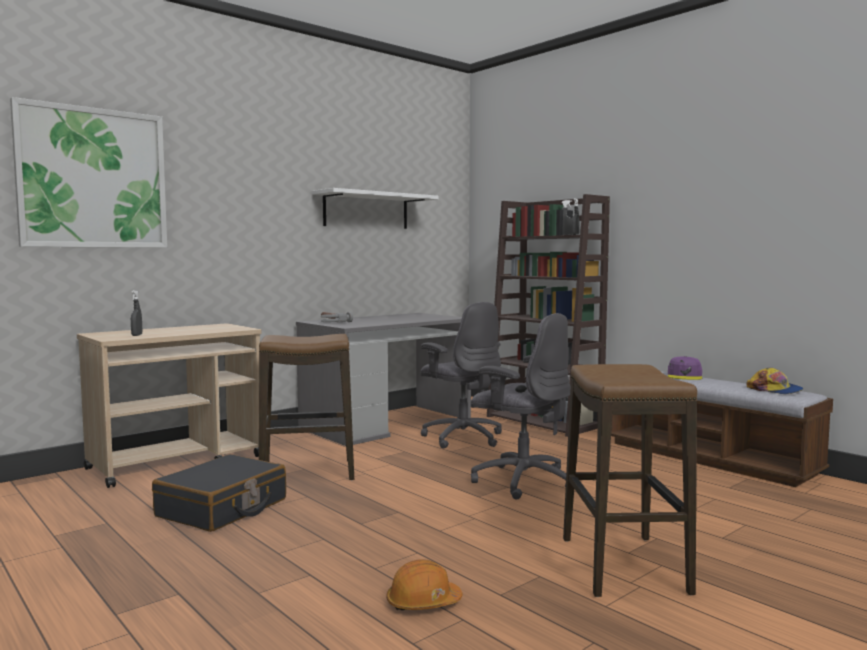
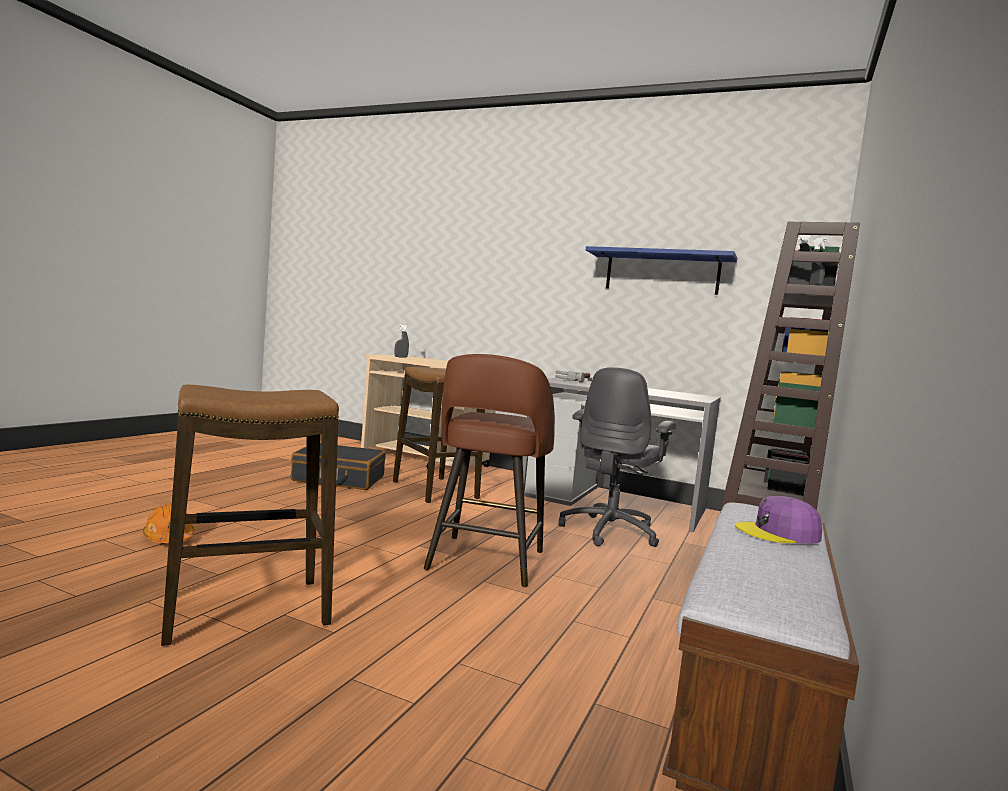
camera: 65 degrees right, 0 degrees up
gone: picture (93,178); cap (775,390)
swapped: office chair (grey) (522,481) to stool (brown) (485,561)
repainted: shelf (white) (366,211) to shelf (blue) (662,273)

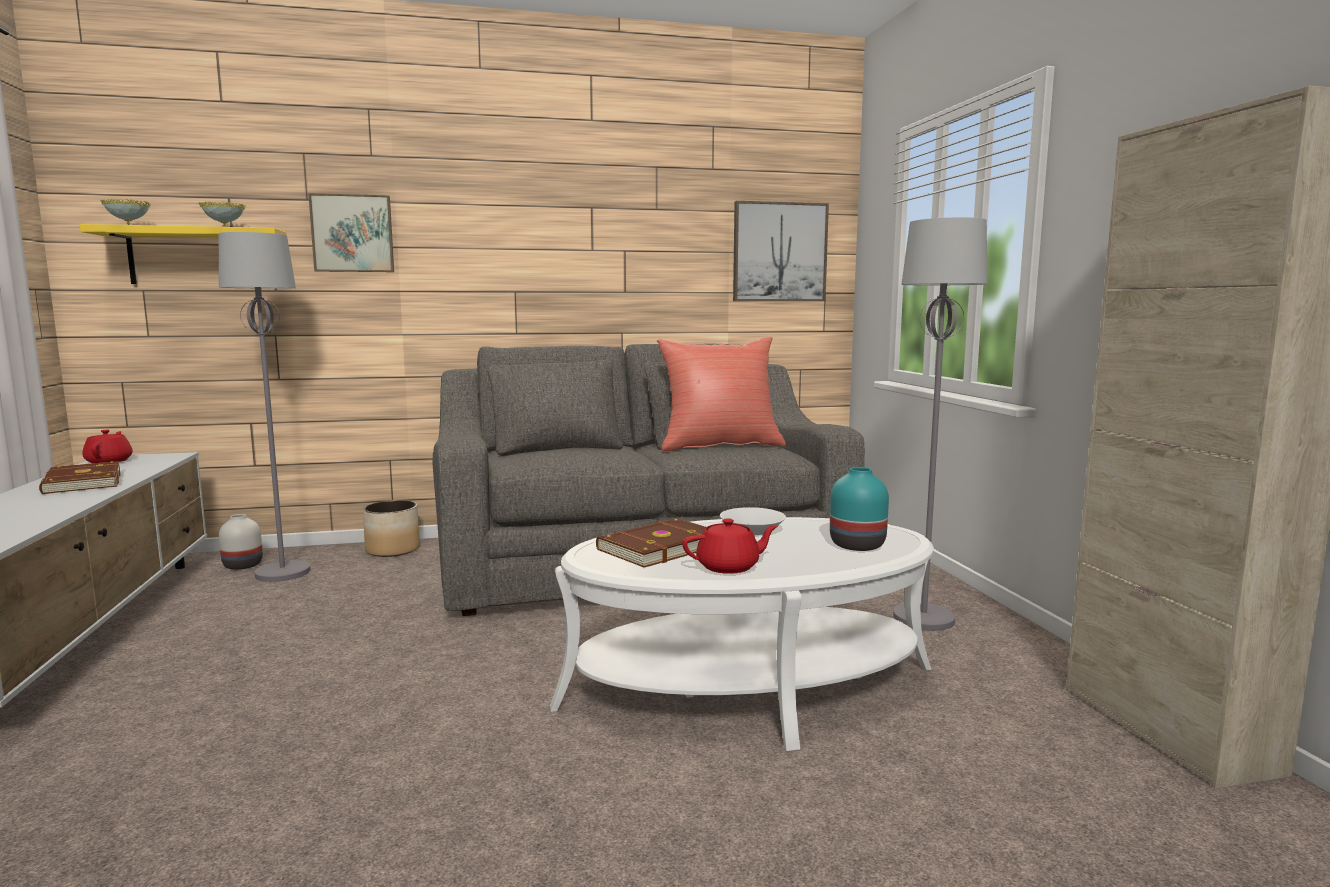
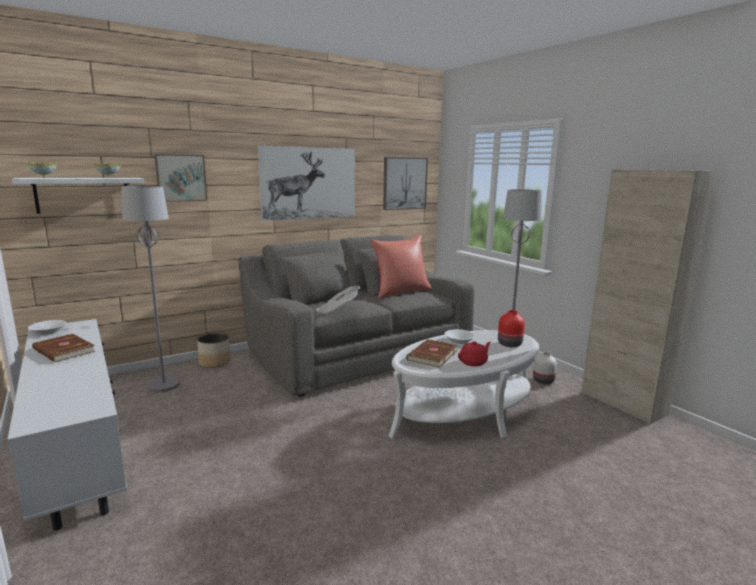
camera: 20 degrees left, 5 degrees up
new: picture (308,183); newspaper (337,311)
shifted: vase (white) (243,565) to (542,381)
swapped: teapot (red) (109,461) to bowl (white) (48,332)
repainted: shelf (yellow) (199,257) to shelf (white) (83,195); vase (turquoise) (856,545) to vase (red) (509,344)

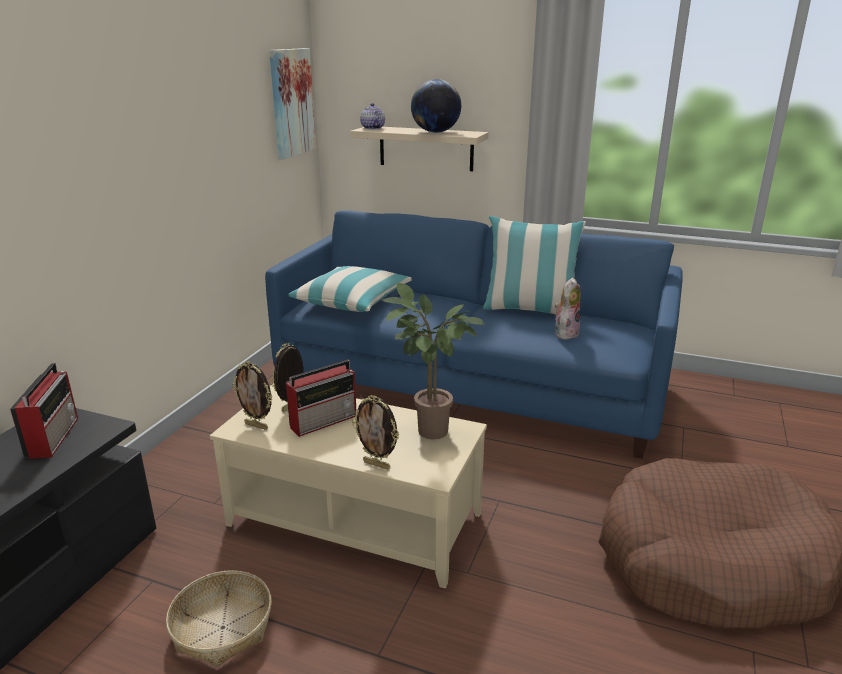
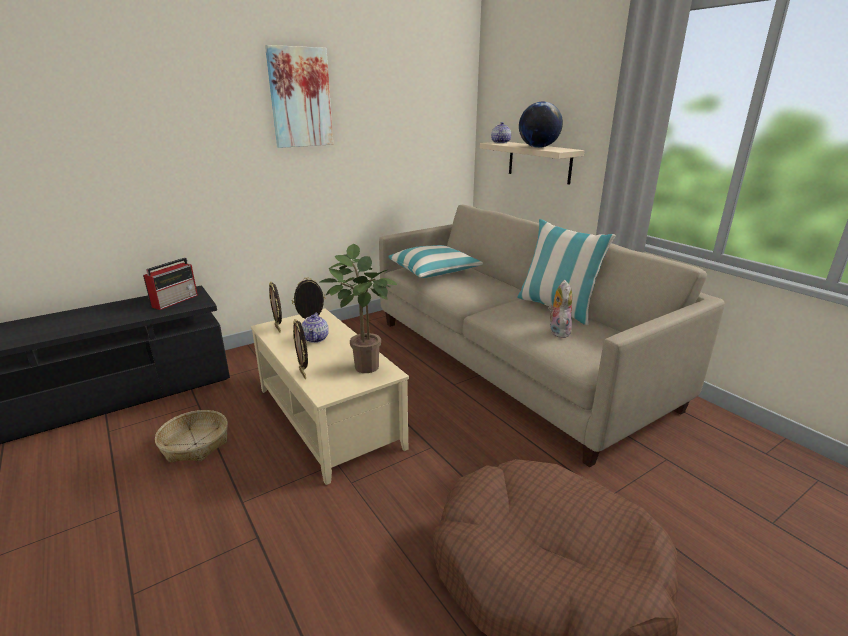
camera: 35 degrees right, 0 degrees up
shifted: picture (291,103) to (300,98)
swapped: radio (325,421) to teapot (316,338)
repainted: sofa (blue) (471,384) to sofa (beige) (512,361)
rotated: plush toy (565,333) = (557,331) 60 degrees counterclockwise

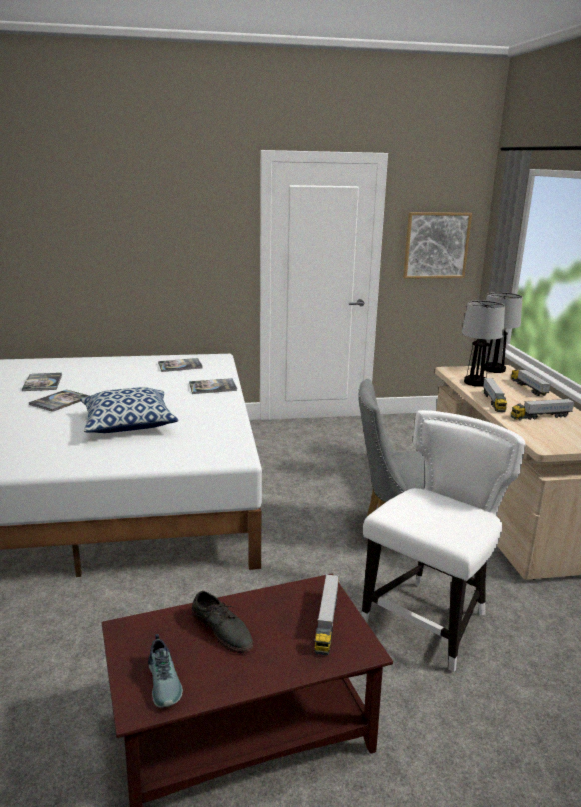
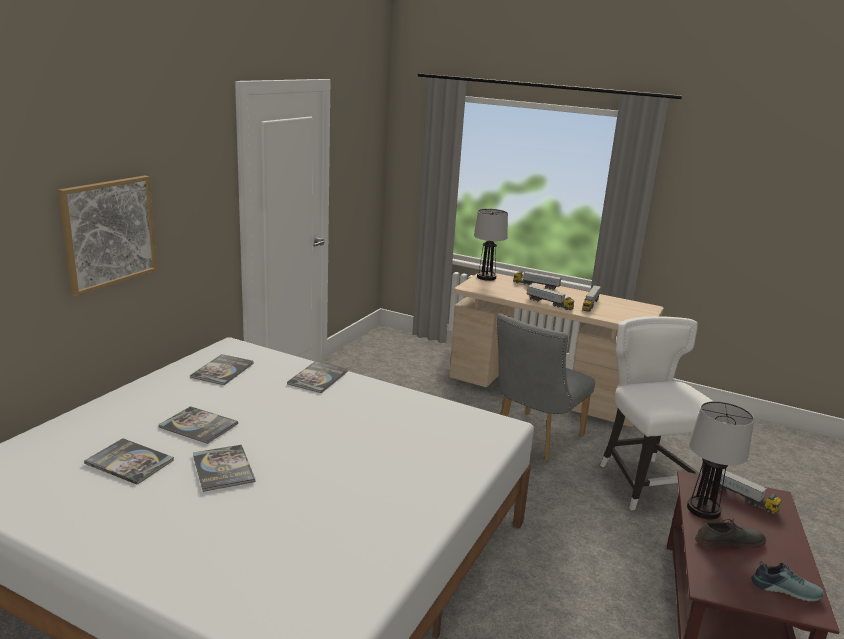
camera: 55 degrees left, 0 degrees up
gone: pillow (128,424)
new: book (198,426)
shifted: picture (436,245) to (109,232); table lamp (476,382) to (703,509)

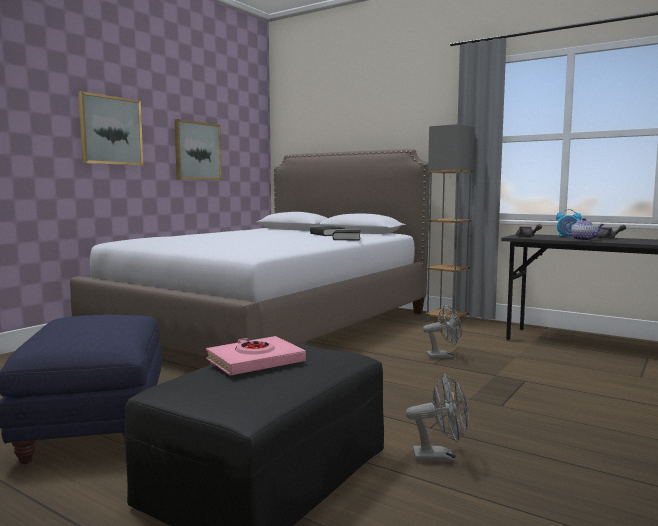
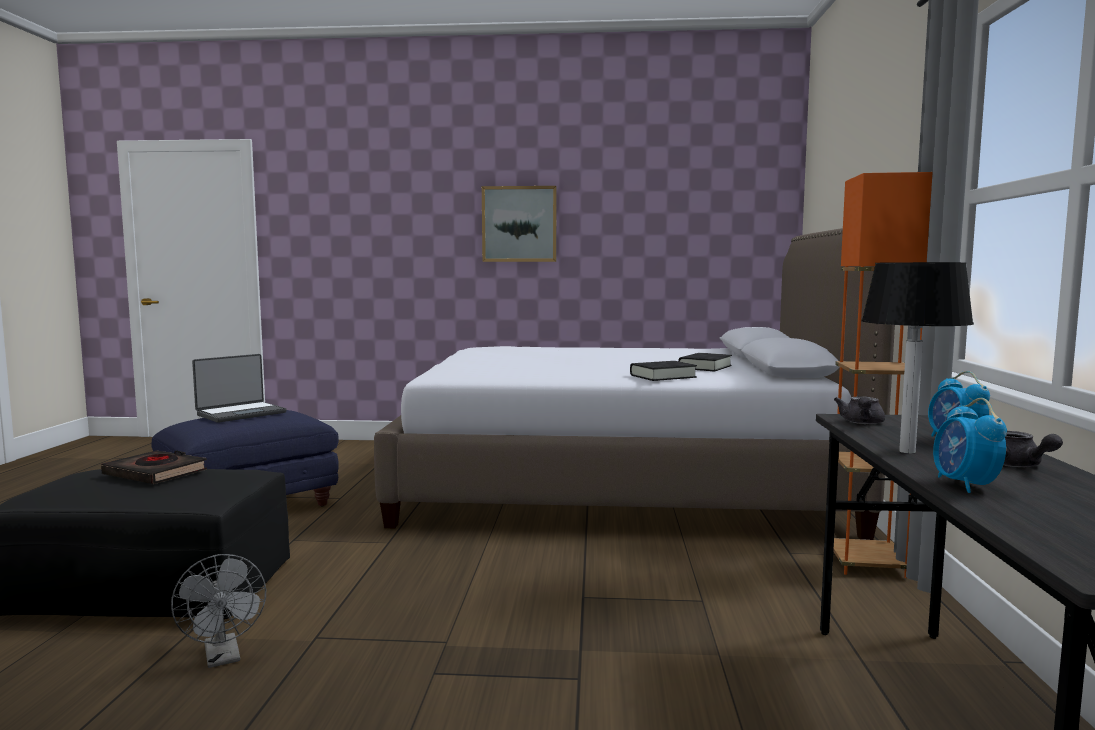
camera: 60 degrees right, 0 degrees up
gone: picture (197,151); fan (grey) (443,356)
new: laptop (241,413); alarm clock (965,485)
swapped: teapot (583,240) to table lamp (908,451)
repainted: book (pink) (255,362) to book (black) (156,473); floor lamp (grey) (446,319) to floor lamp (orange) (867,564)

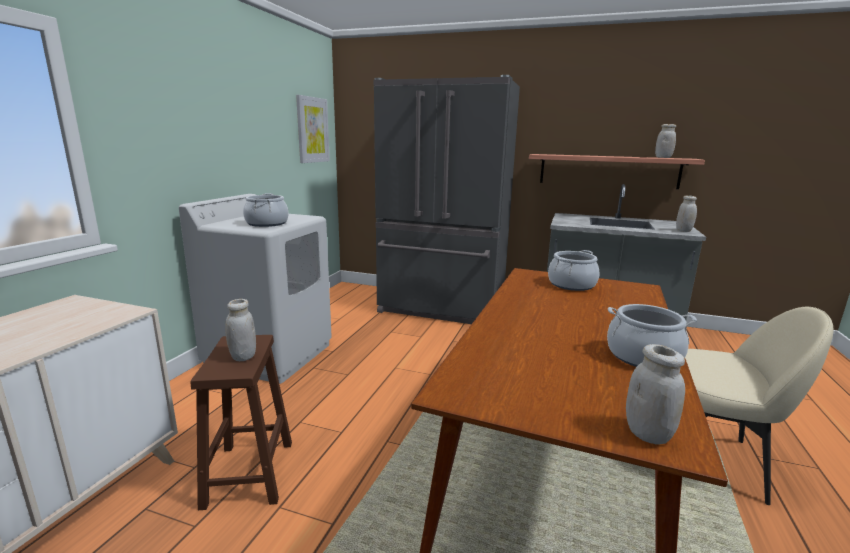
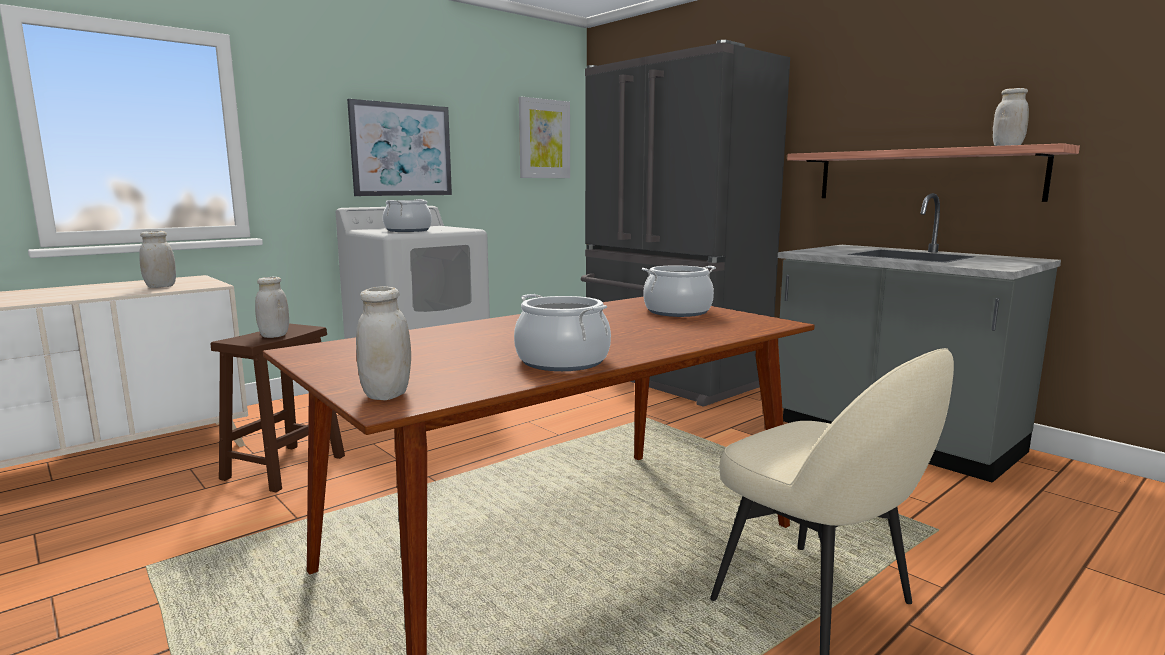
camera: 30 degrees right, 5 degrees down
new: picture (401,150)
shifted: jar (white) (683,231) to (160,286)

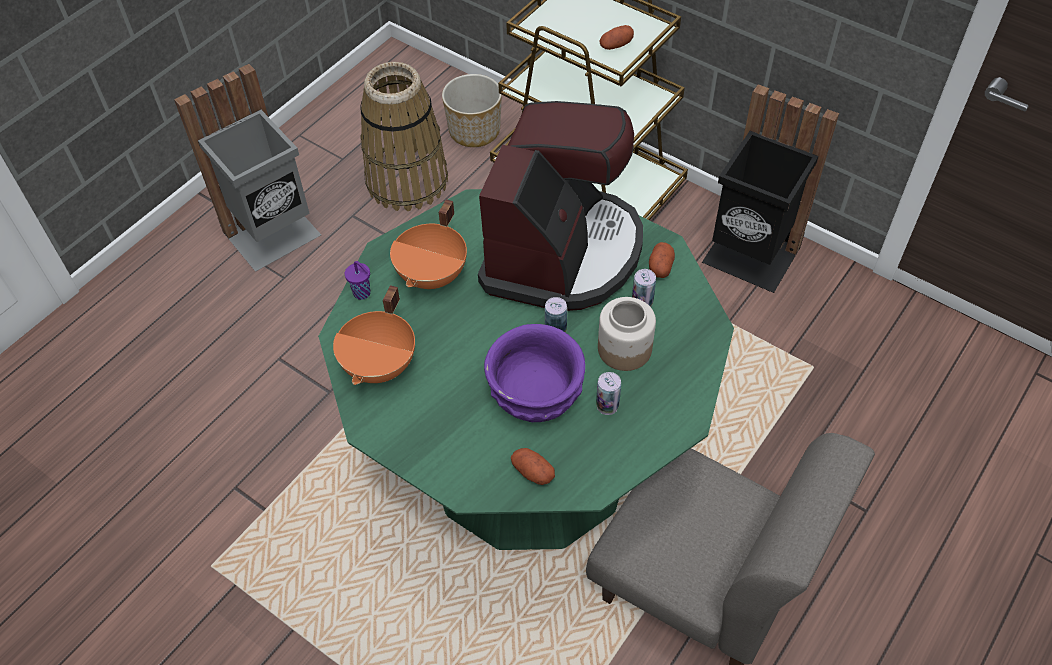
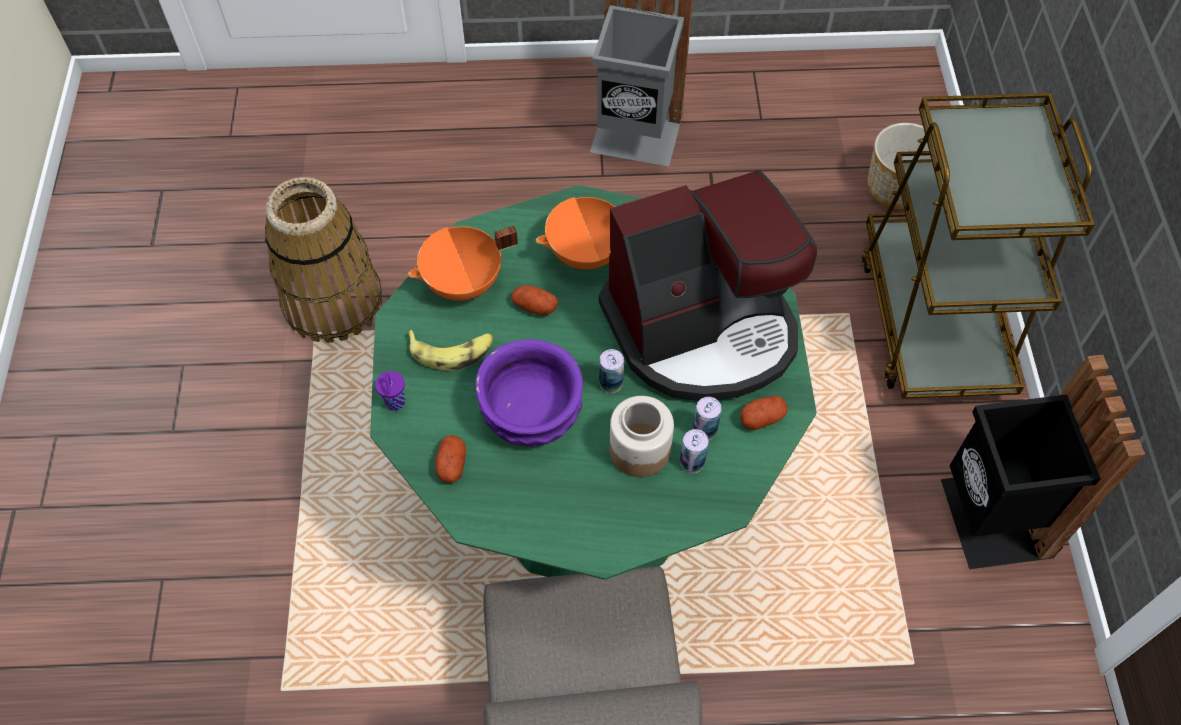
camera: 50 degrees right, 5 degrees up
new: banana (452,351)
shifted: cup (purple) (363,293) to (395,403); basket (407,181) to (333,301); can (607,406) to (692,462); potato (616,45) to (534,306)

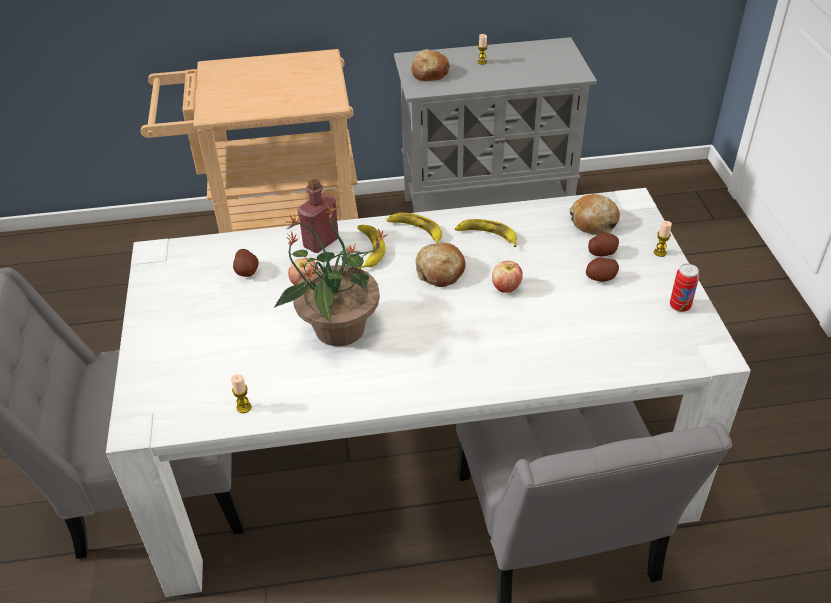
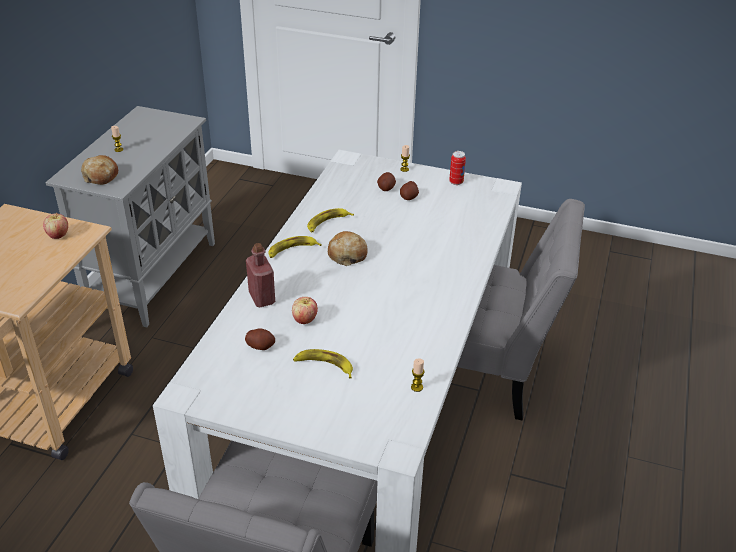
camera: 65 degrees left, 5 degrees down
gone: potted plant (338,329); bread (593,222)
shifted: banana (368,249) to (324,365); apple (506,288) to (58,235)

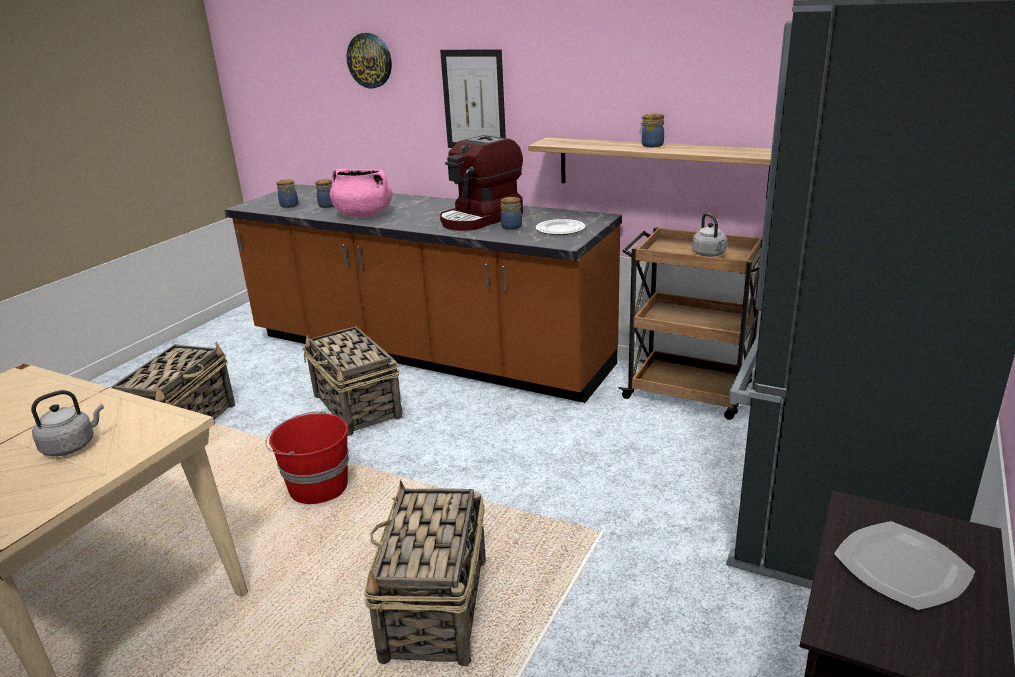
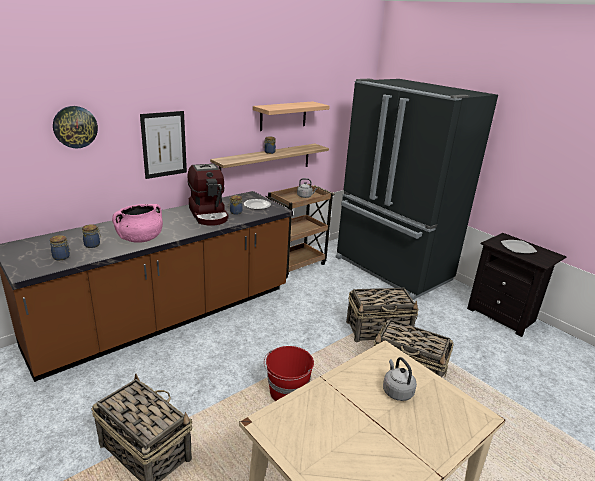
camera: 70 degrees left, 0 degrees up
new: shelf (283,116)
shifted: basket (357,407) to (379,330)

